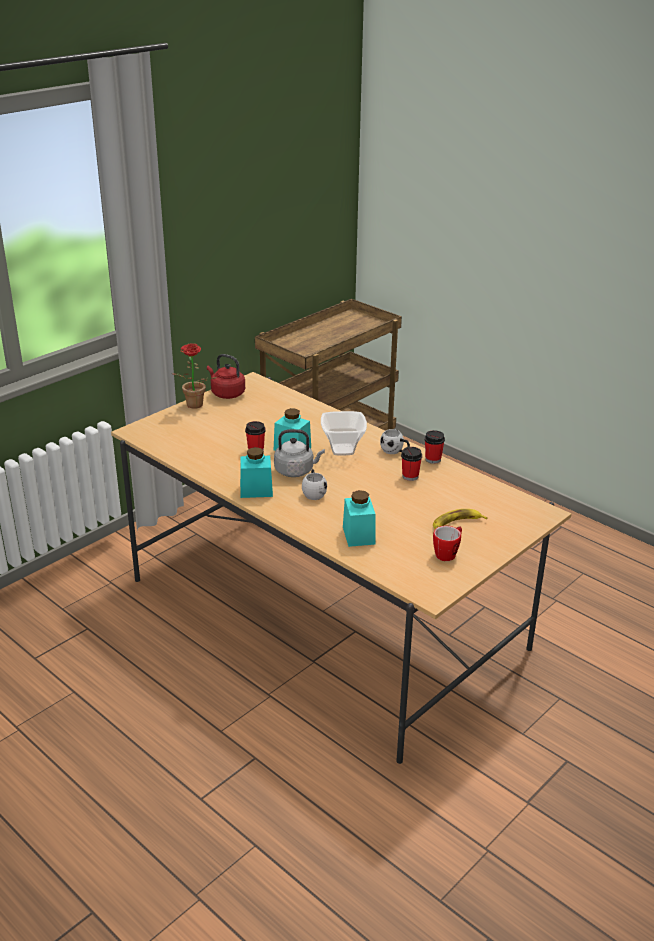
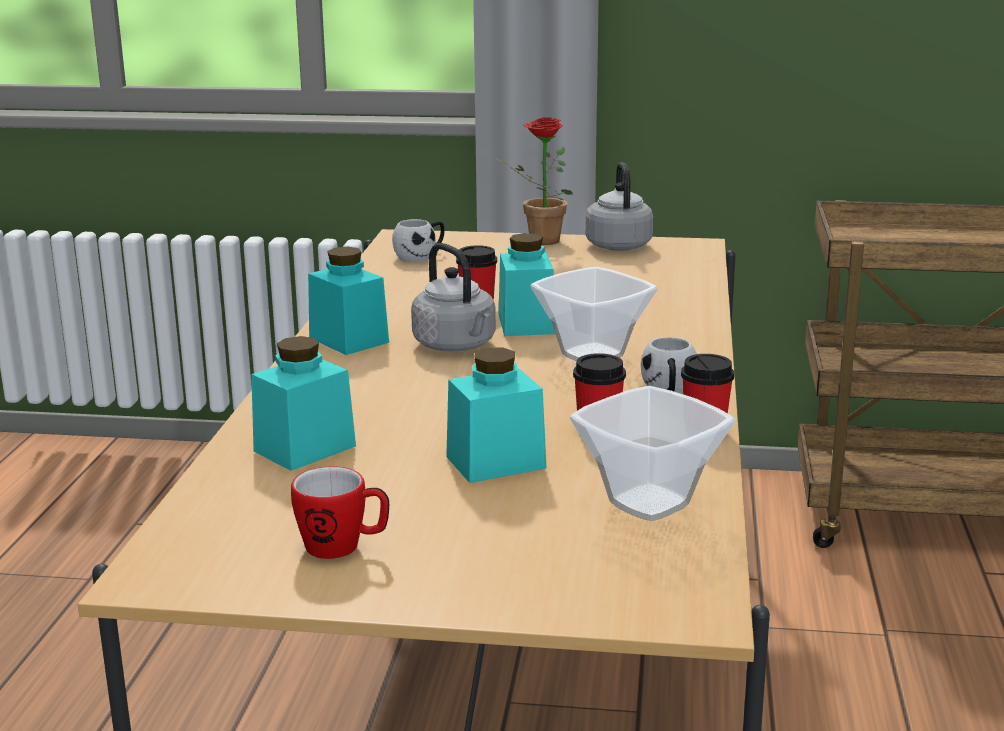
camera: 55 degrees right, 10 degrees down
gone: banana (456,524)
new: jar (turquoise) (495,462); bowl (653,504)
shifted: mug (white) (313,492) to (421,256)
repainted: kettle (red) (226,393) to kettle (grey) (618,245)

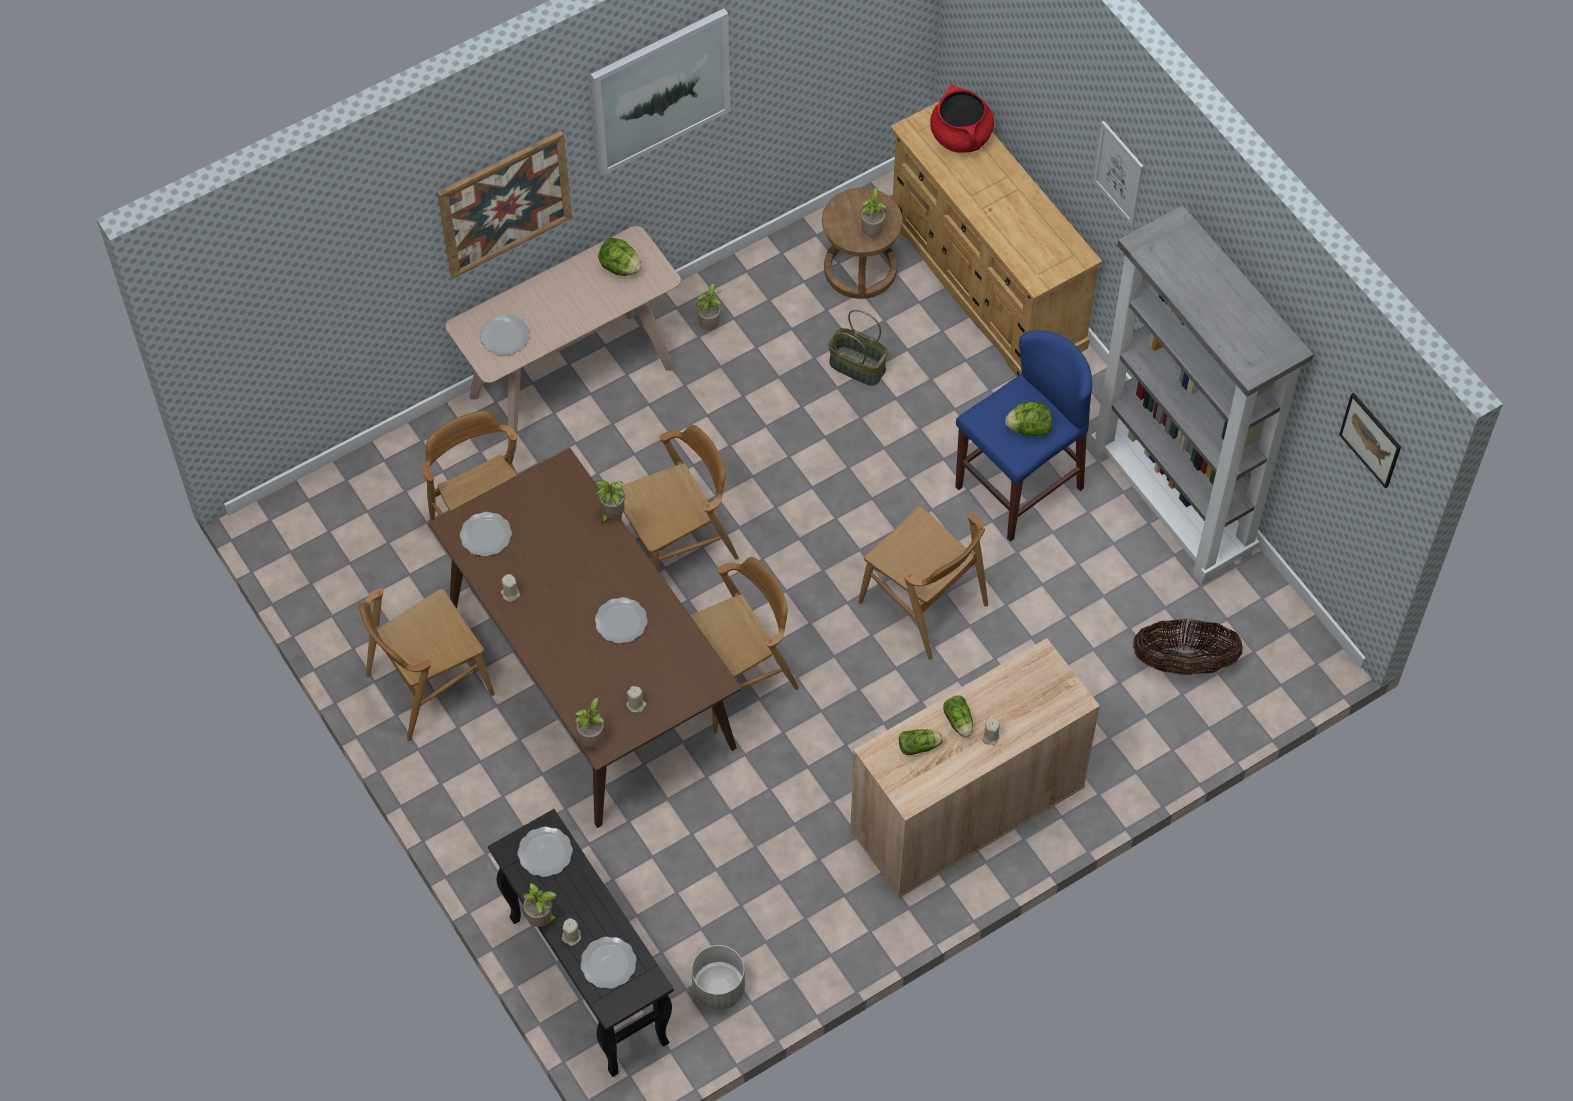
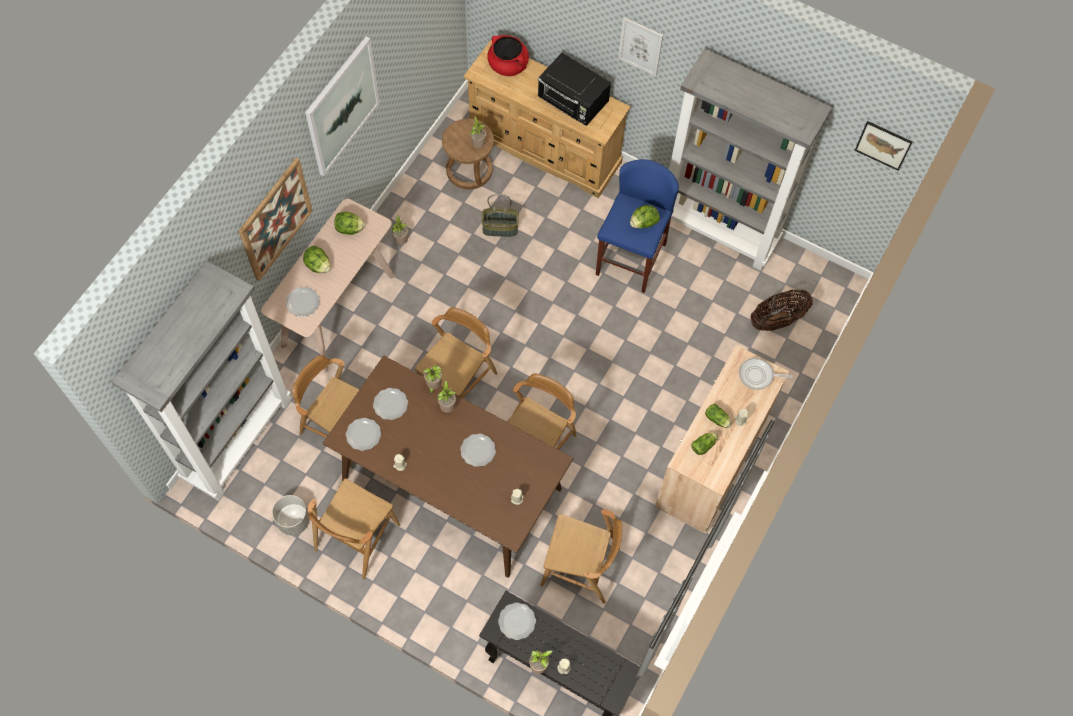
camera: 30 degrees left, 5 degrees up
new: bookcase (grey) (238,438); lettuce (318,266); microwave (black) (573,103); frying pan (758,376)
shifted: potted plant (593,740) to (448,407); plate (609,963) to (390,404); planter (grey) (718,989) to (293,521); chair (brown) (923,604) to (580,567)

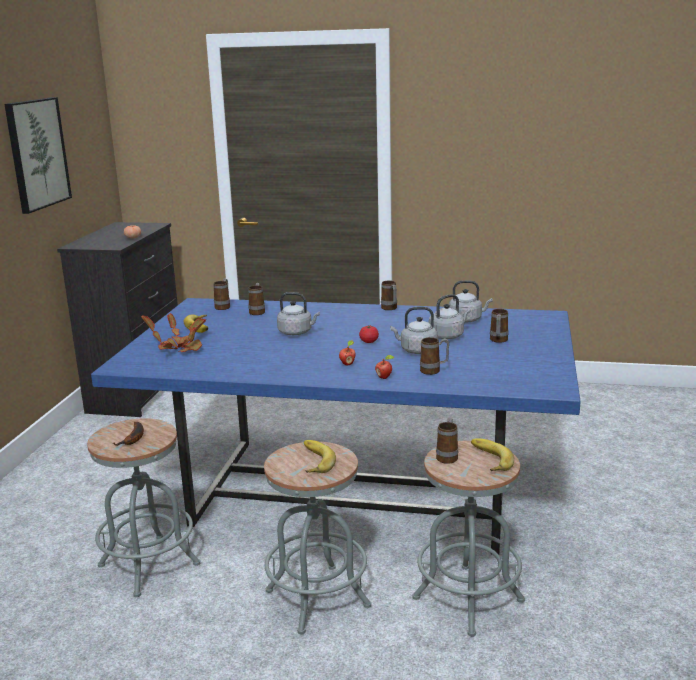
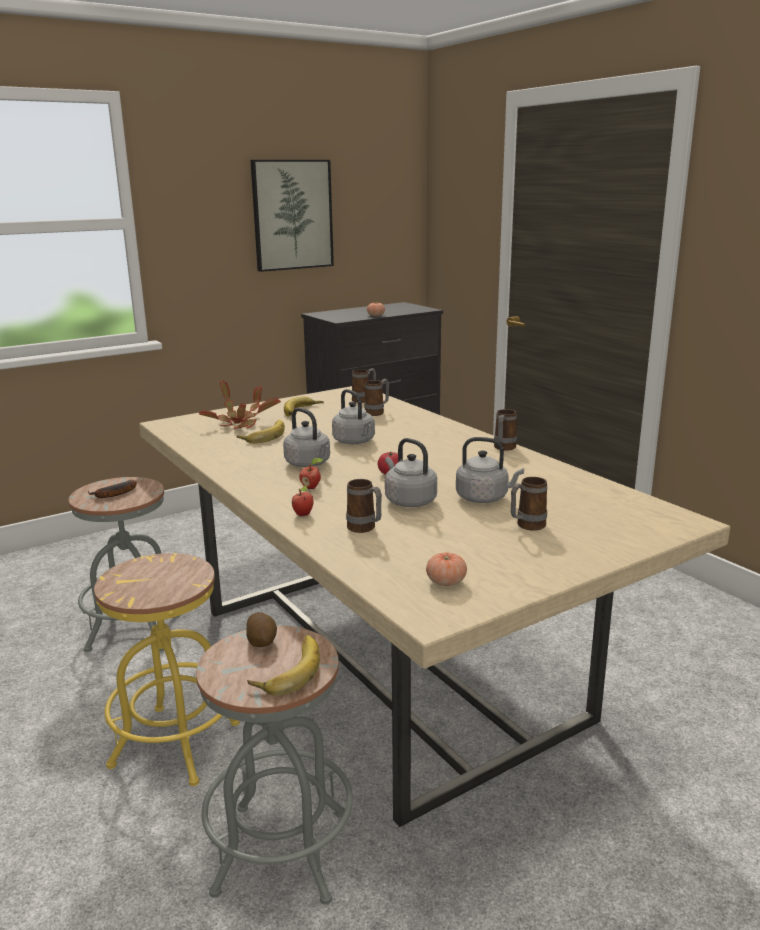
camera: 45 degrees right, 0 degrees up
new: tomato (446,582)
shifted: banana (313,461) to (263,435); kettle (grey) (467,320) to (309,464)
swapped: mug (447,456) to potato (262,642)
repainted: dining table (blue) (351,492) to dining table (beige) (381,659); stool (grey) (317,598) to stool (yellow) (175,744)

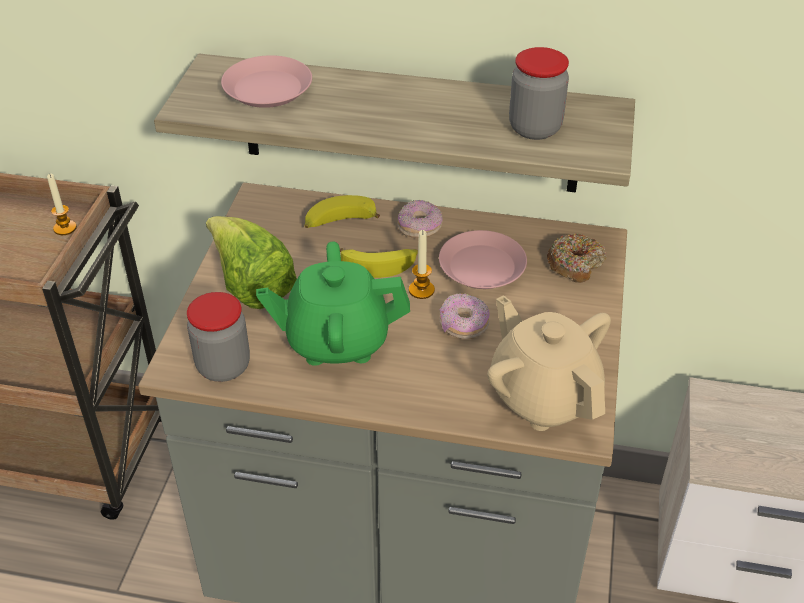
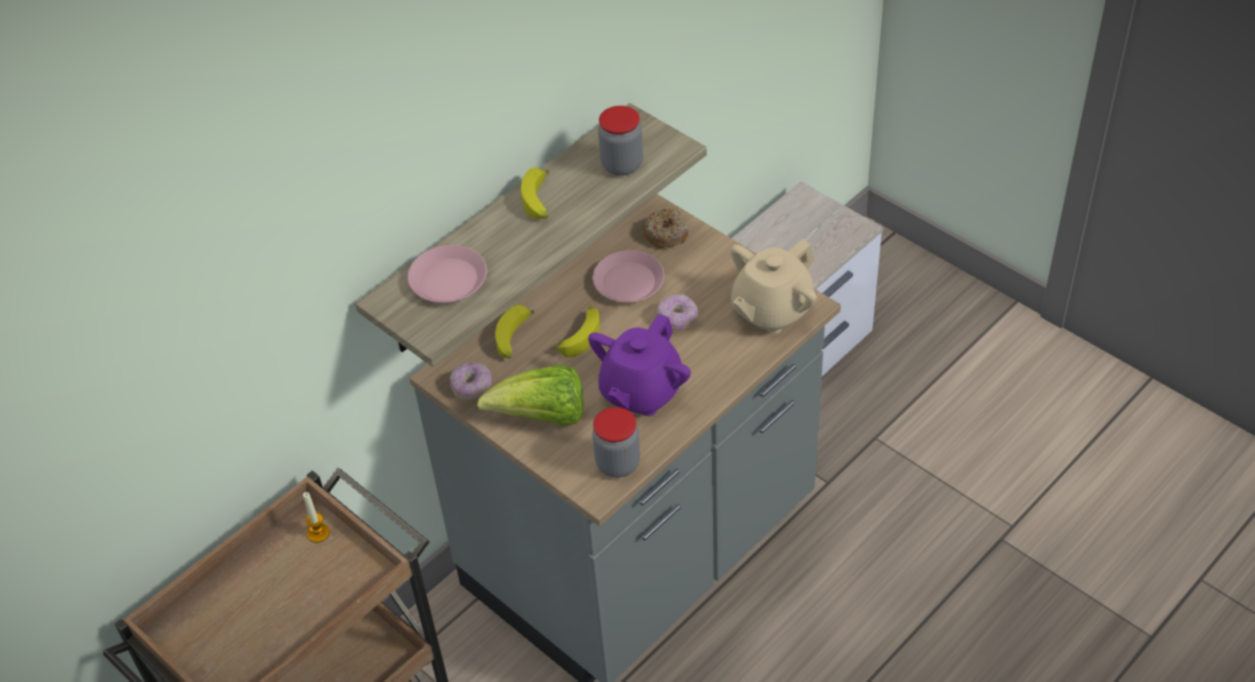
camera: 55 degrees left, 5 degrees up
gone: candle (421,290)
new: banana (539,201)
shifted: donut (420,228) to (472,387)
repainted: teapot (green) (336,341) to teapot (purple) (640,392)
rotated: teapot (beige) (543,397) = (771,310) 45 degrees counterclockwise

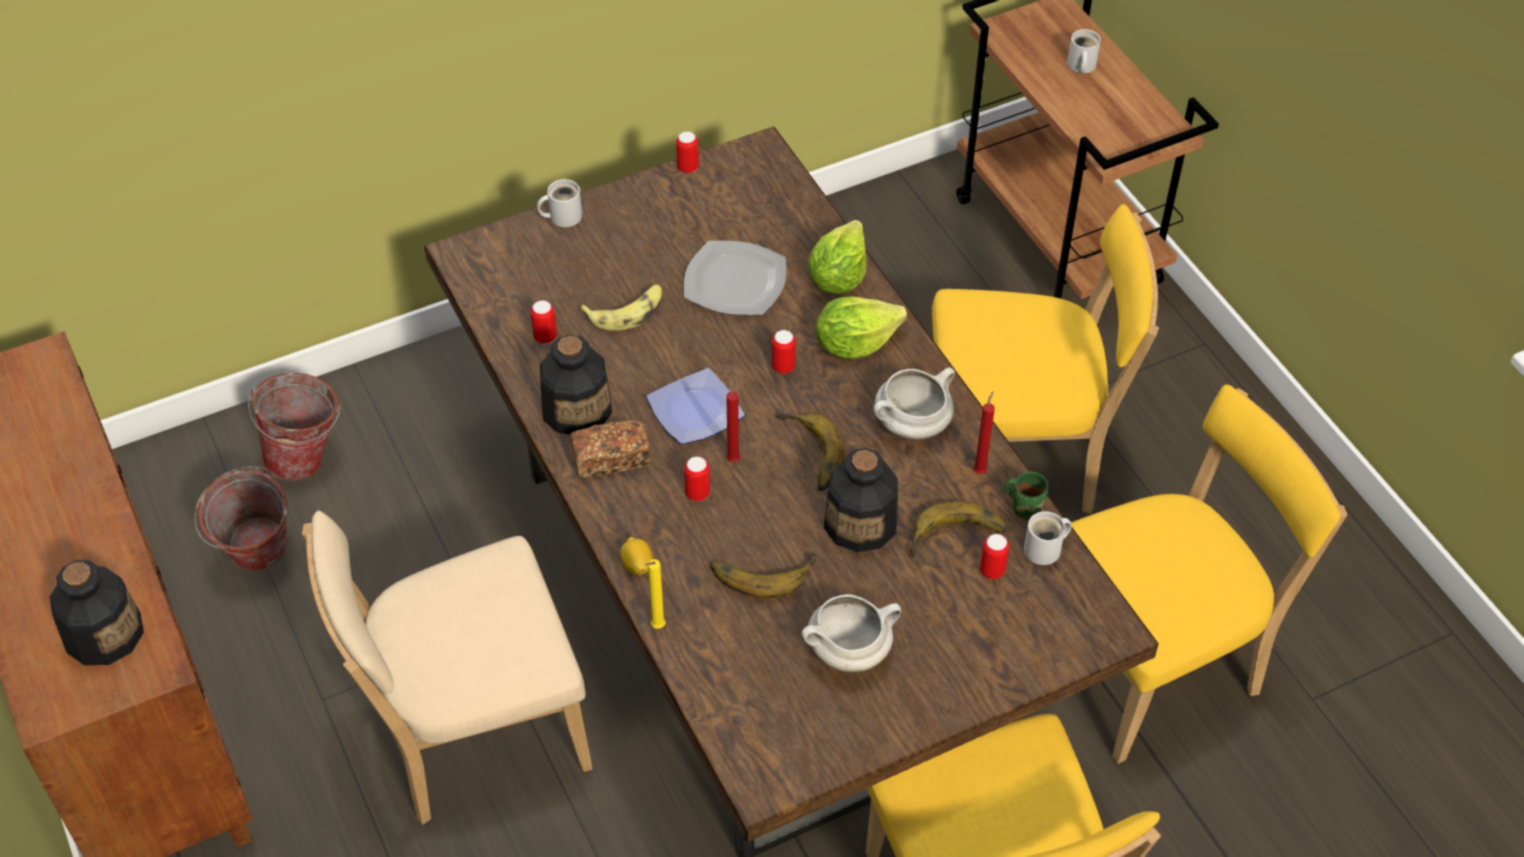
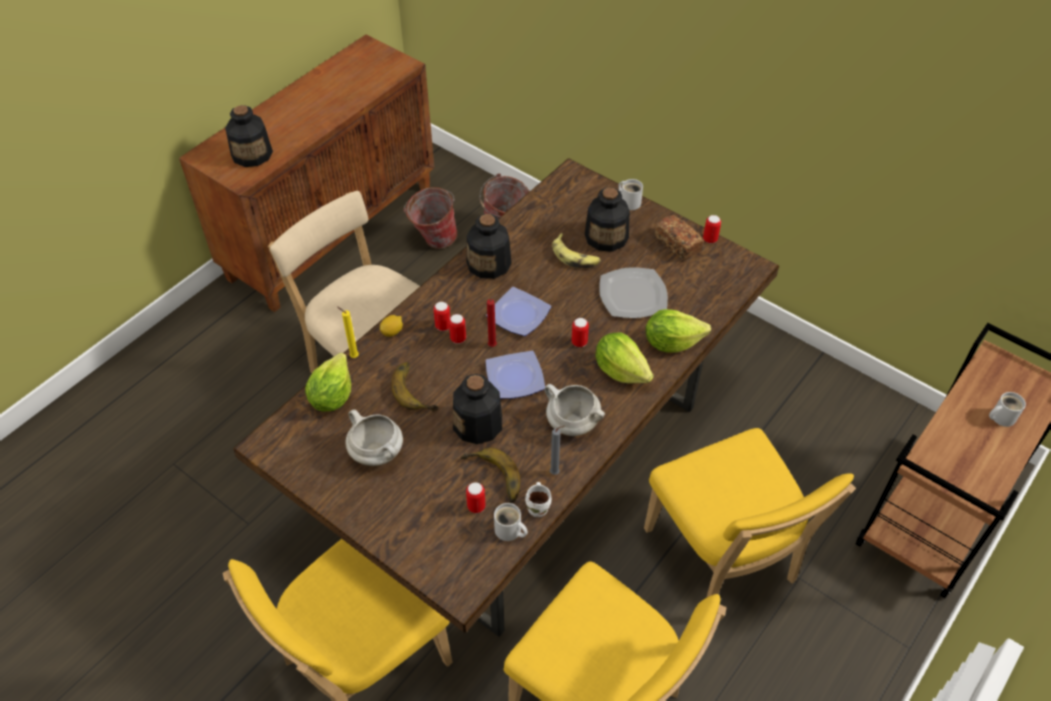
camera: 65 degrees right, 0 degrees up
new: lettuce (332,396); bottle (606,237)
shifted: can (545,337) to (443,326); bread (611,458) to (678,244)
swapped: banana (806,455) to plate (516,378)
repainted: candle (red) (980,470) to candle (grey) (556,472); mug (green) (1025,507) to mug (white) (539,508)

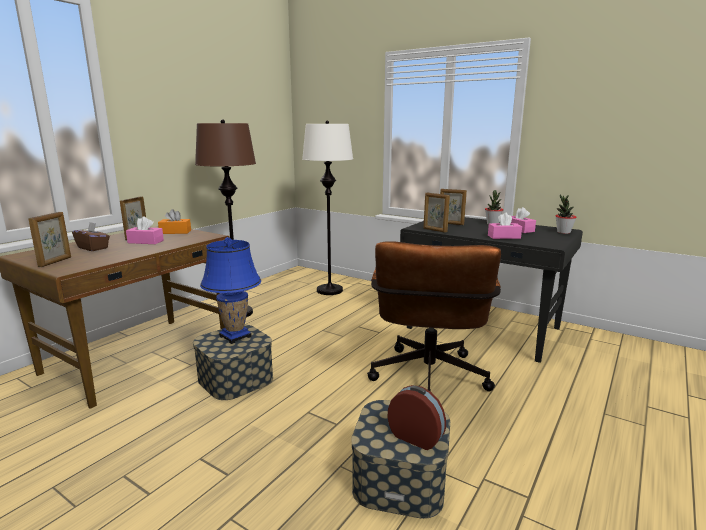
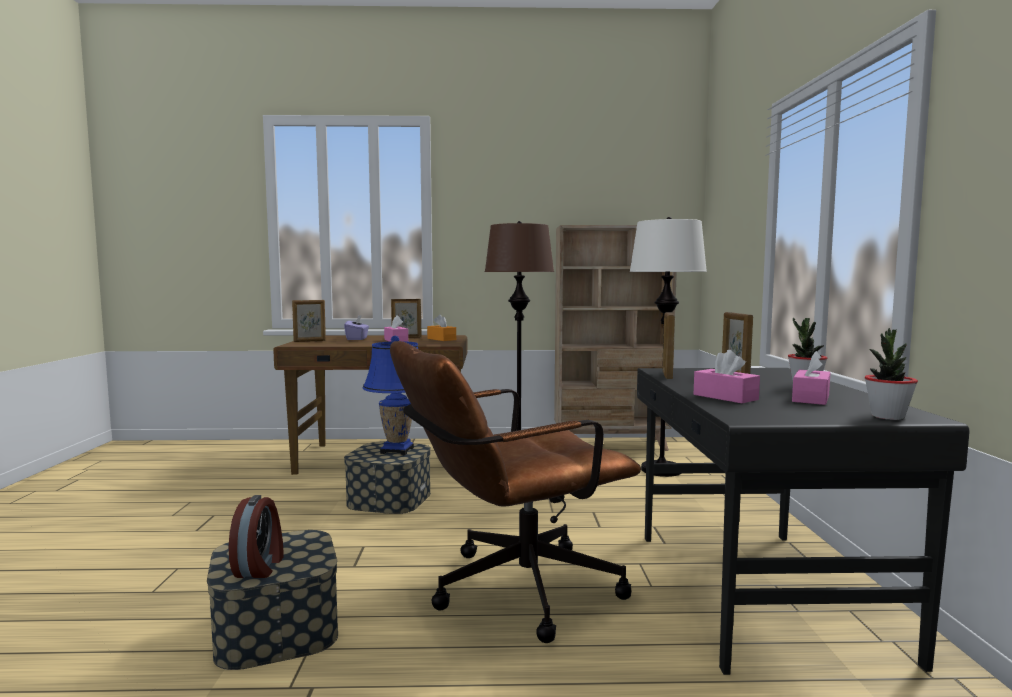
camera: 55 degrees right, 10 degrees down
new: bookcase (beige) (611,445)
repainted: tissue box (brown) (93,248) to tissue box (purple) (357,339)

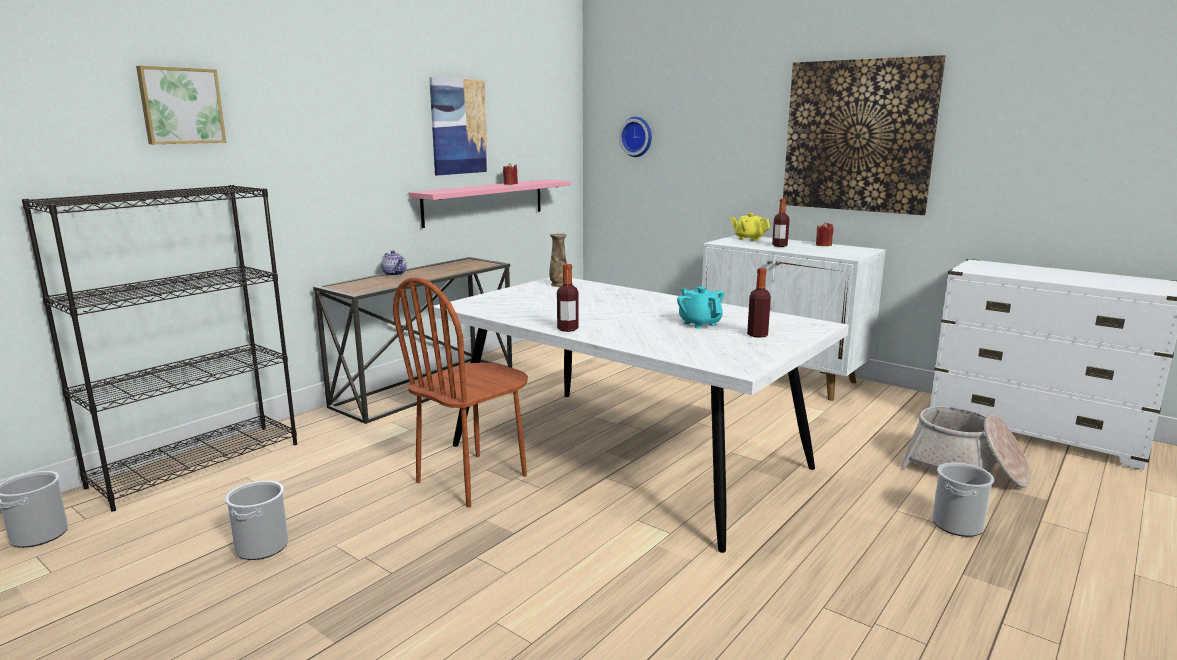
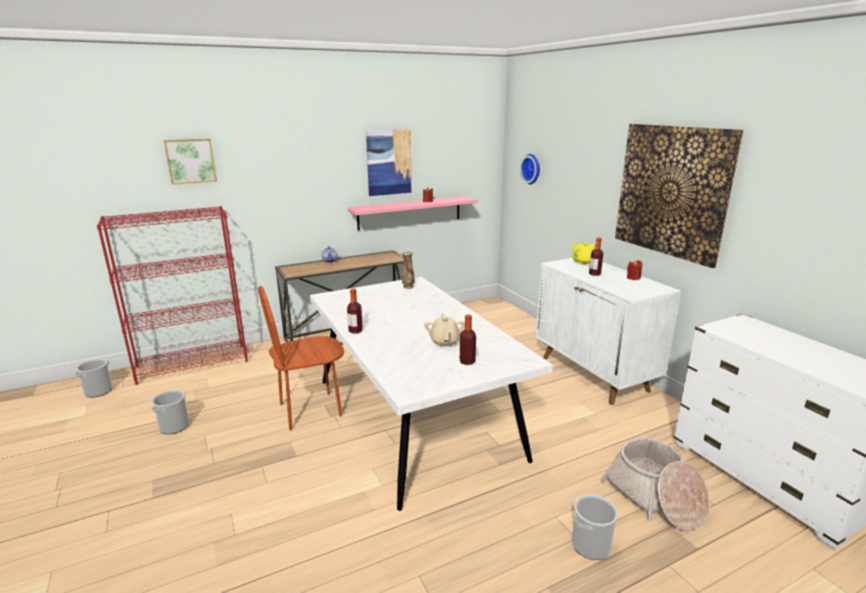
camera: 25 degrees right, 5 degrees up
repainted: bookcase (black) (198,464) to bookcase (red) (193,364); teapot (turquoise) (699,323) to teapot (beige) (445,342)

